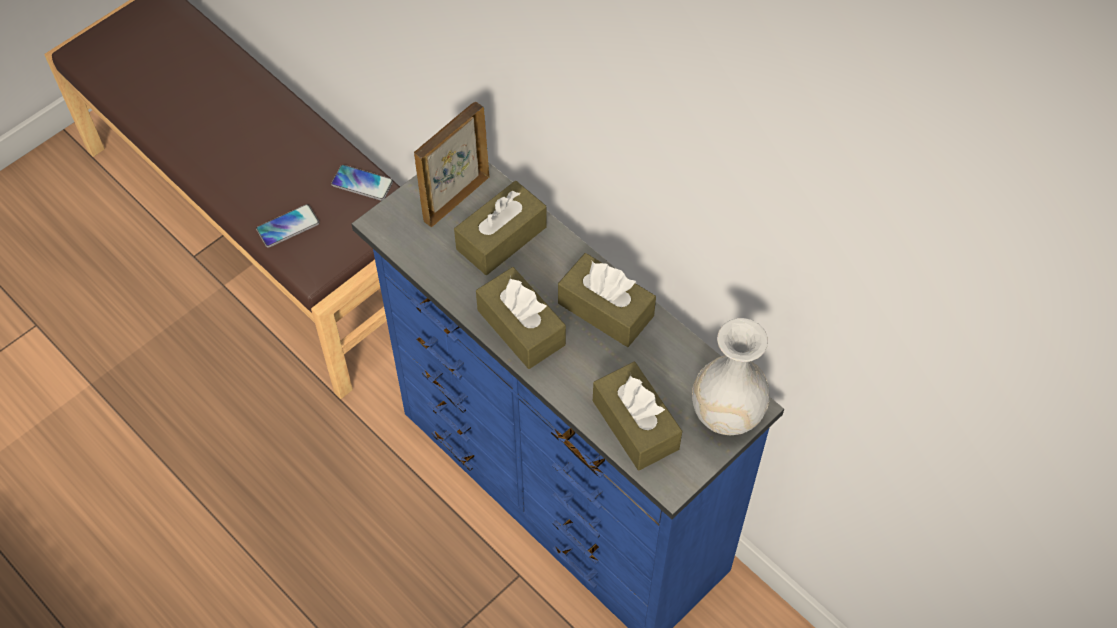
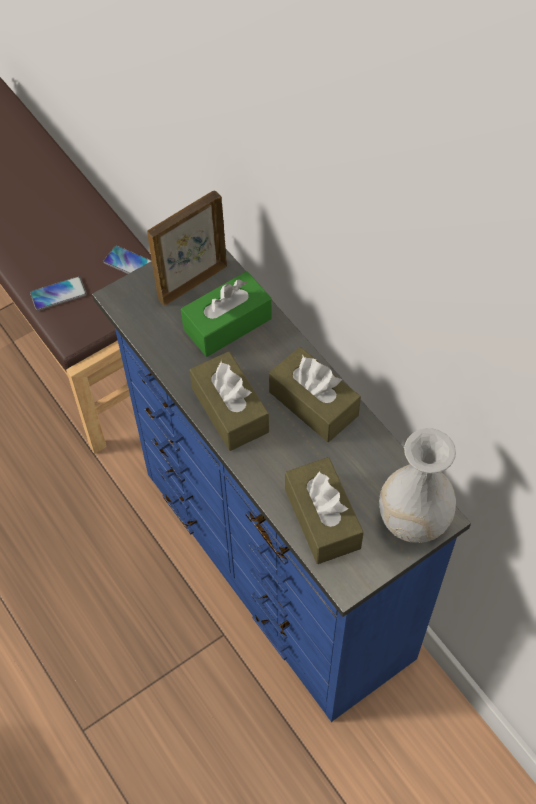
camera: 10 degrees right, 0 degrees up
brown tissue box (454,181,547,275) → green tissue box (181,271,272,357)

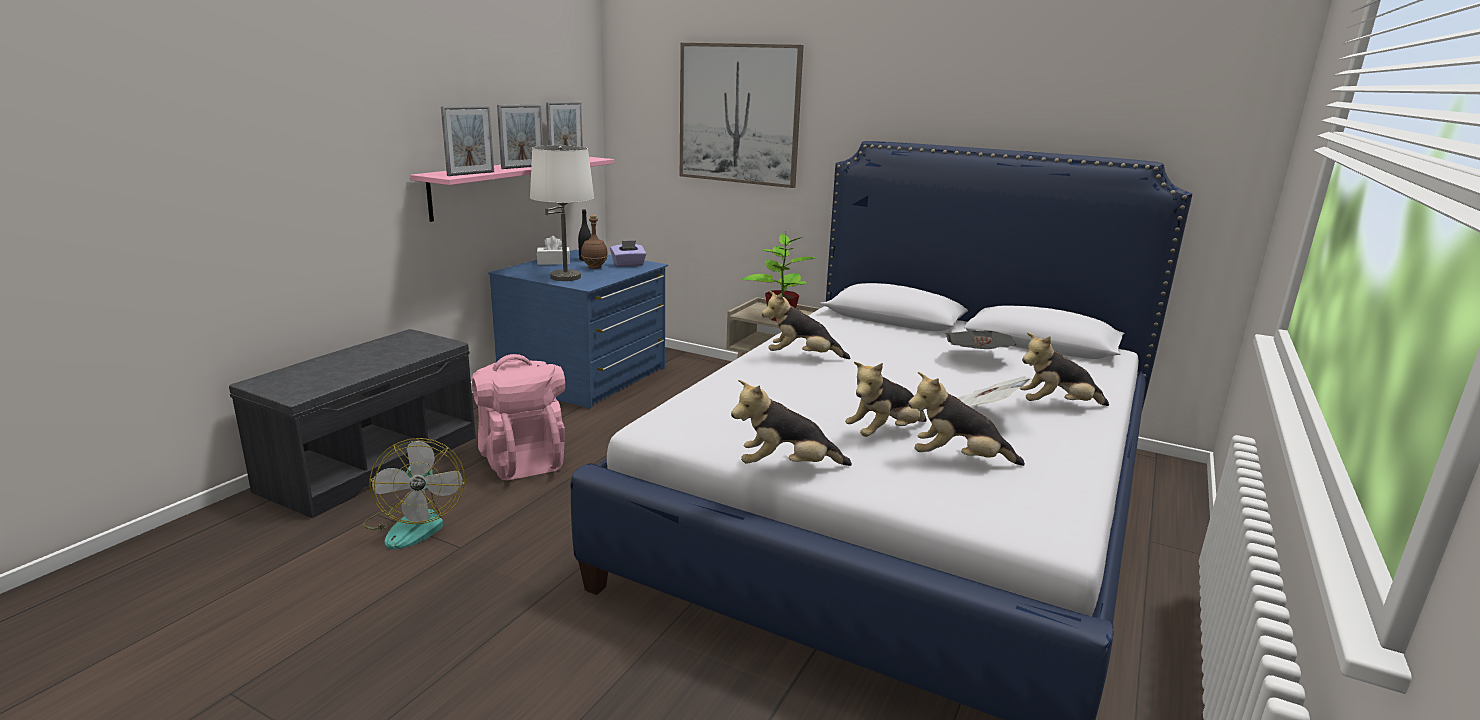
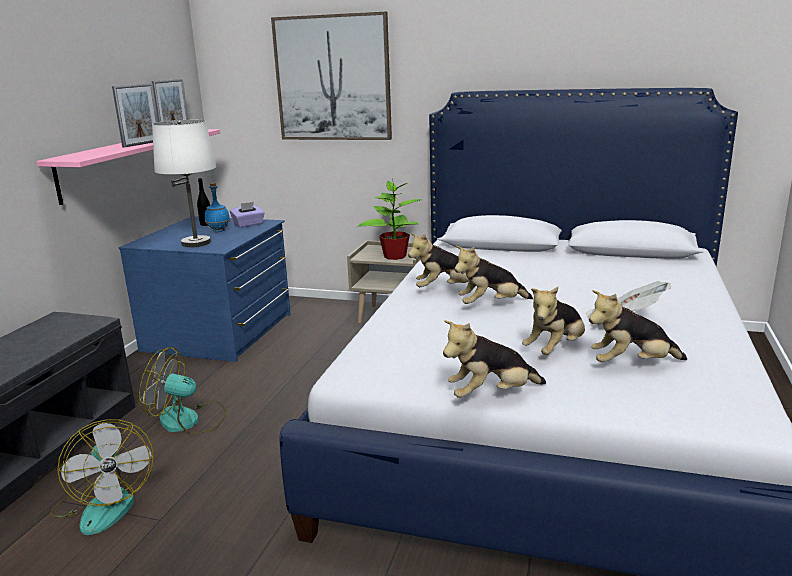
camera: 10 degrees left, 0 degrees up
picture frame (441,106,494,176) → -
brown bottle (581,215,608,269) → blue bottle (205,183,230,232)
white tissue box (537,236,570,265) → -
newspaper (945,331,1017,349) → -
plush toy (1020,332,1109,406) → plush toy (454,246,533,304), moved
pink backpack (471,354,565,480) → fan (139,347,227,434)

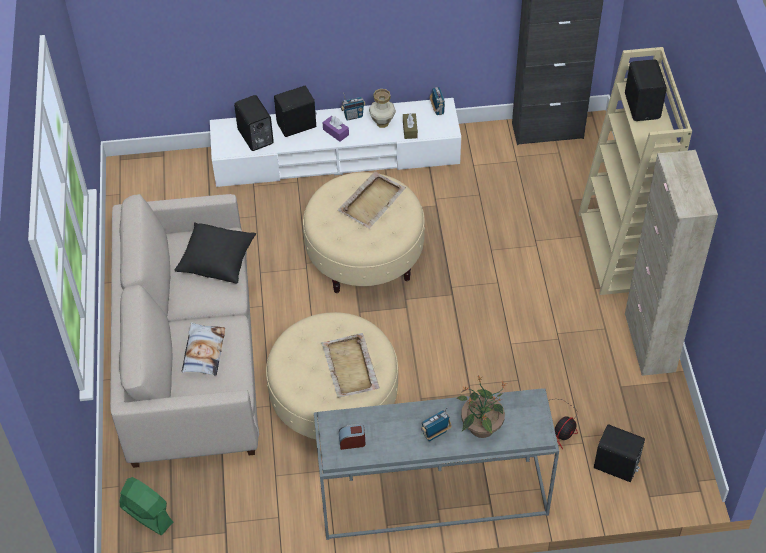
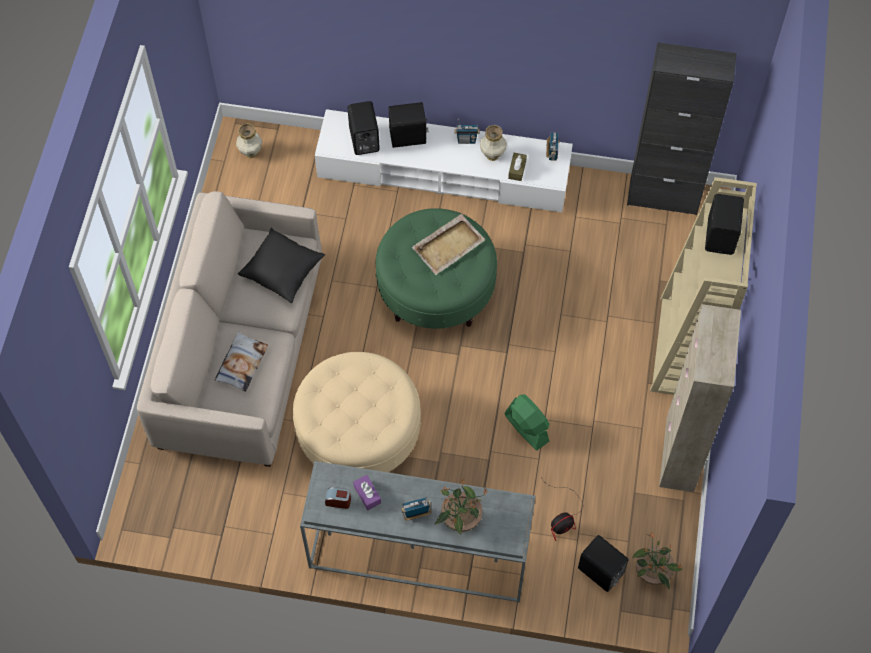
camera: 15 degrees right, 10 degrees up
purple tissue box (322,116,349,142) → purple tissue box (353,475,381,510), moved
beige ottoman (303,172,425,293) → green ottoman (376,208,497,329)
beige tray (321,333,380,398) → -
green fan (119,477,173,535) → green fan (505,394,550,450), moved
- → vase (236,123,262,158)
- → potted plant (633,533,683,589)

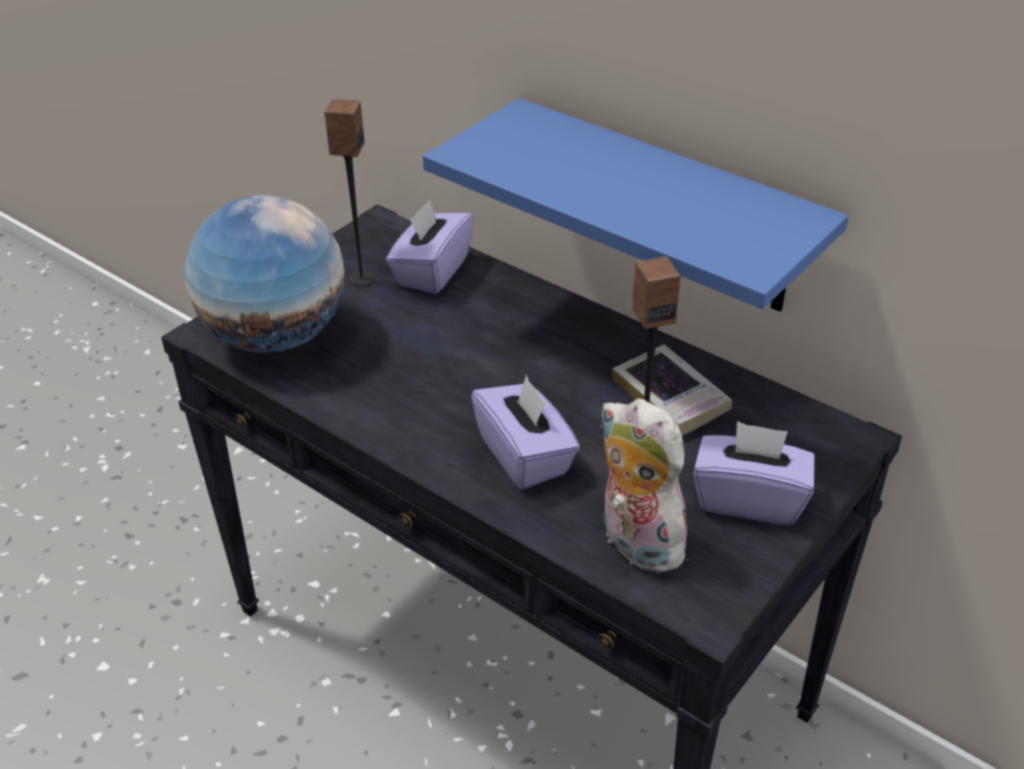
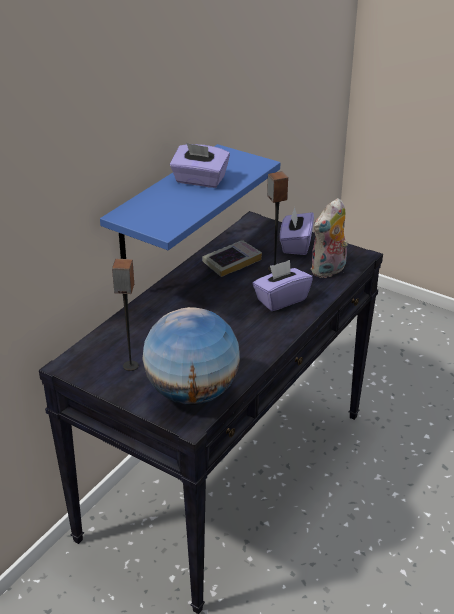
camera: 95 degrees left, 5 degrees down
purple tissue box (386,200,474,294) → purple tissue box (170,143,230,188), moved

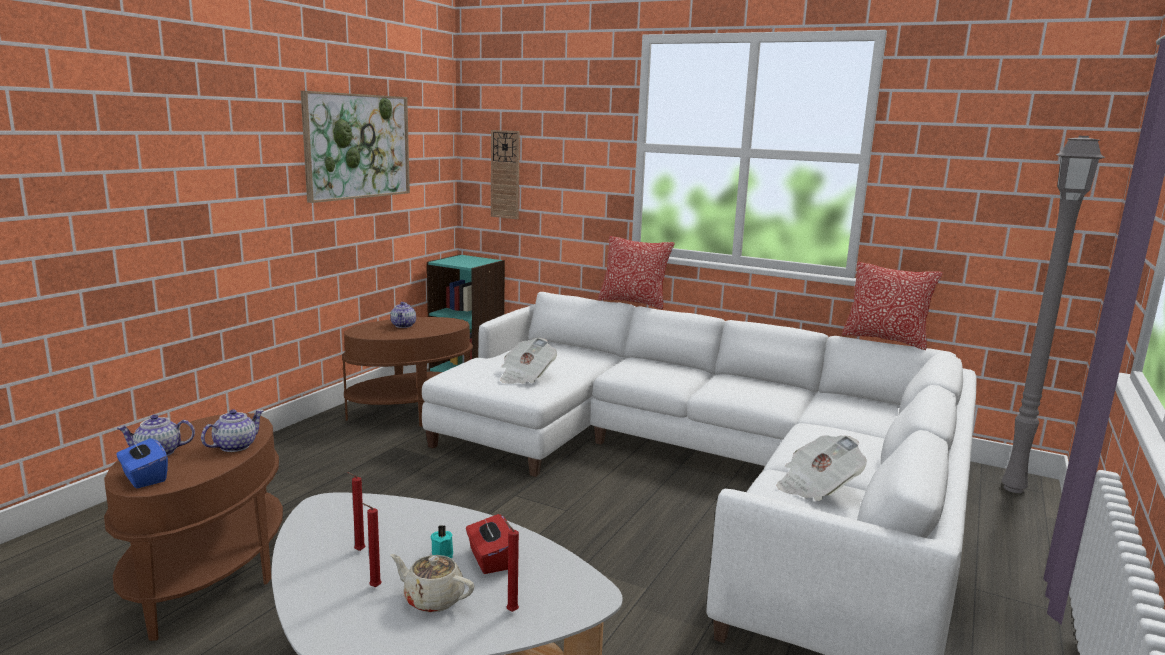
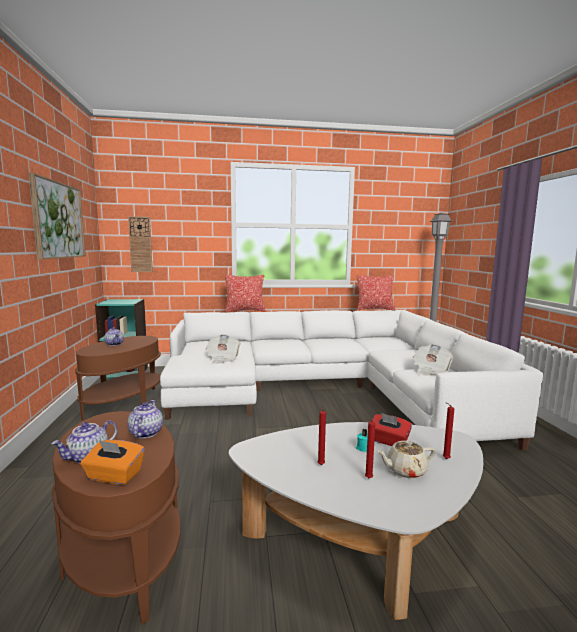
camera: 35 degrees left, 5 degrees down
blue tissue box (116,437,168,488) → orange tissue box (81,440,144,485)

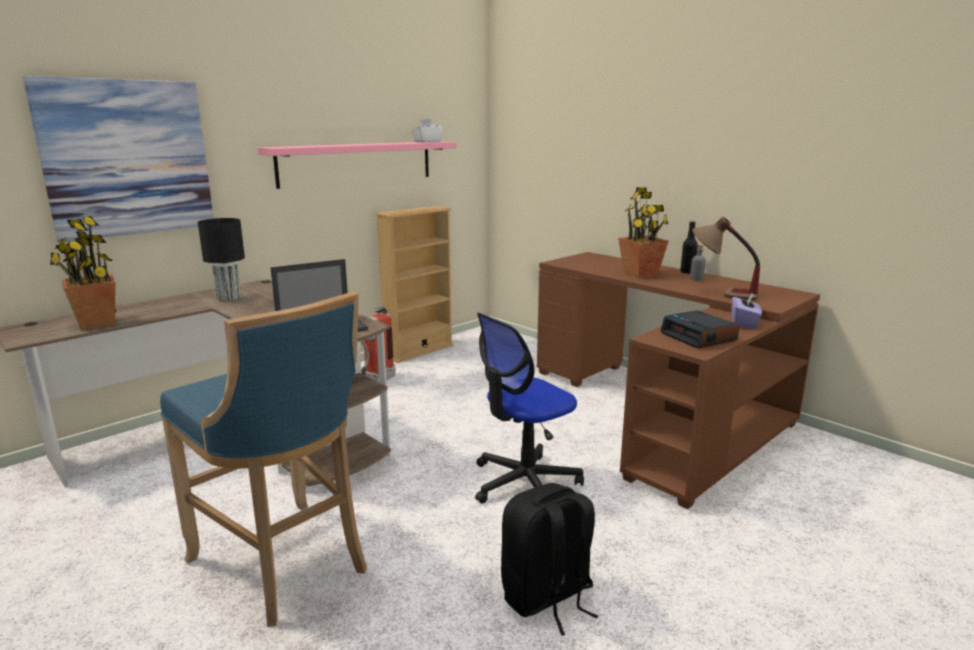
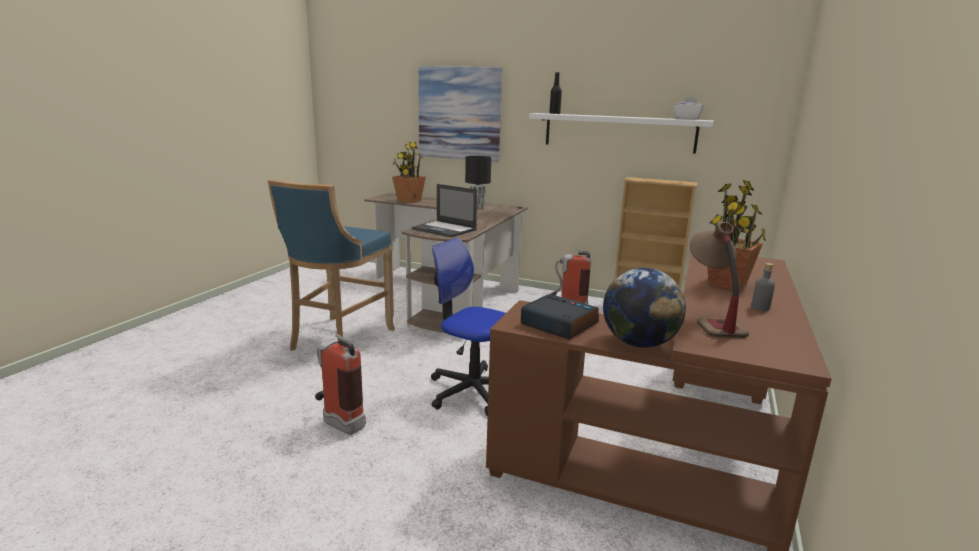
camera: 65 degrees right, 0 degrees up
pink shelf (258,141,456,189) → white shelf (529,113,714,154)
black bottle (680,221,698,274) → black bottle (549,72,562,114), moved
purple tissue box (732,293,762,329) → globe (603,268,686,348)
alarm clock (660,310,740,348) → alarm clock (521,294,599,340), 90 degrees clockwise
black backpack (501,483,598,636) → fire extinguisher (315,334,366,435)

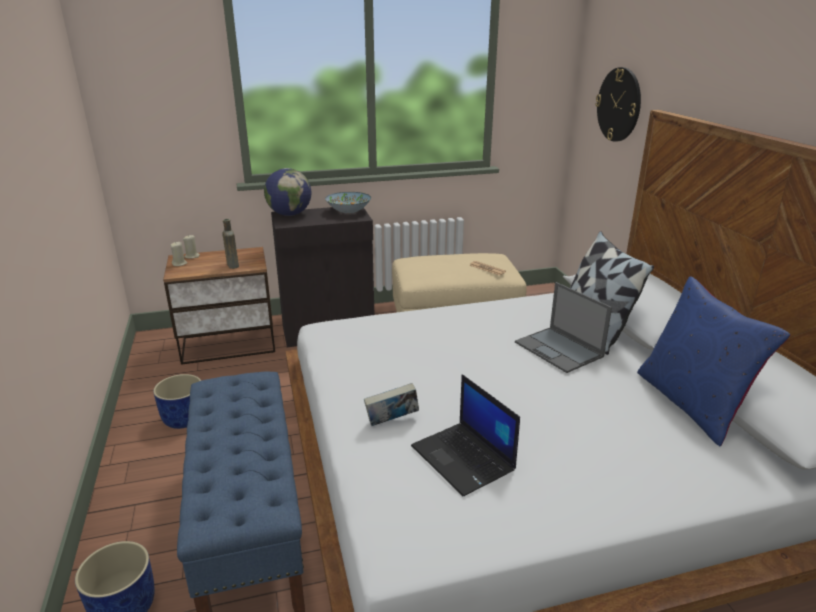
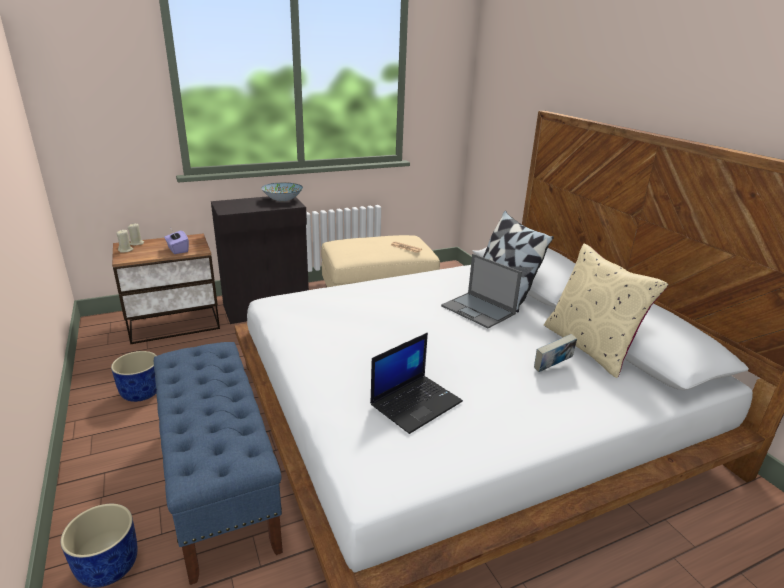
camera: 10 degrees left, 0 degrees up
wall clock (595,67,641,142) → -
globe (264,168,311,216) → -
brown bottle (222,219,239,269) → purple tissue box (164,229,189,254)
blue pillow (637,276,791,446) → beige pillow (544,244,669,378)
laptop (411,374,520,497) → laptop (370,333,463,434), 90 degrees counterclockwise
book (364,383,419,426) → book (534,334,577,372), moved

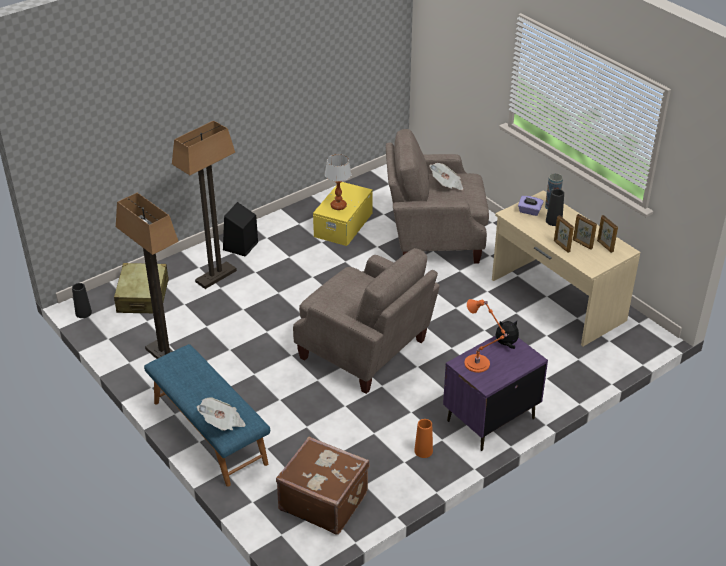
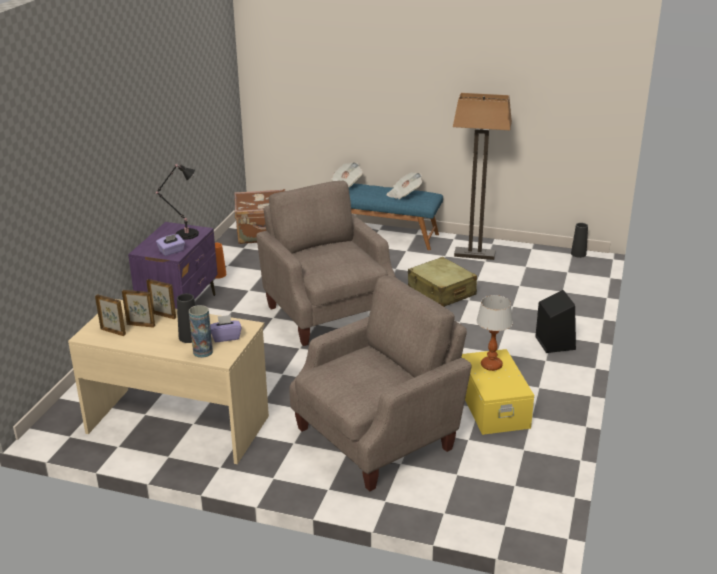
camera: 145 degrees right, 10 degrees down
floor lamp (172,120,237,289) → -
newspaper (429,163,463,190) → newspaper (387,172,422,199), moved
beige armchair (293,248,440,394) → beige armchair (256,181,396,346), 60 degrees clockwise
beige suitcase (114,263,169,313) → beige suitcase (408,257,477,307), moved
orange table lamp (464,299,508,373) → black table lamp (156,164,199,240)
plush toy (494,321,519,349) → purple tissue box (156,234,185,256)

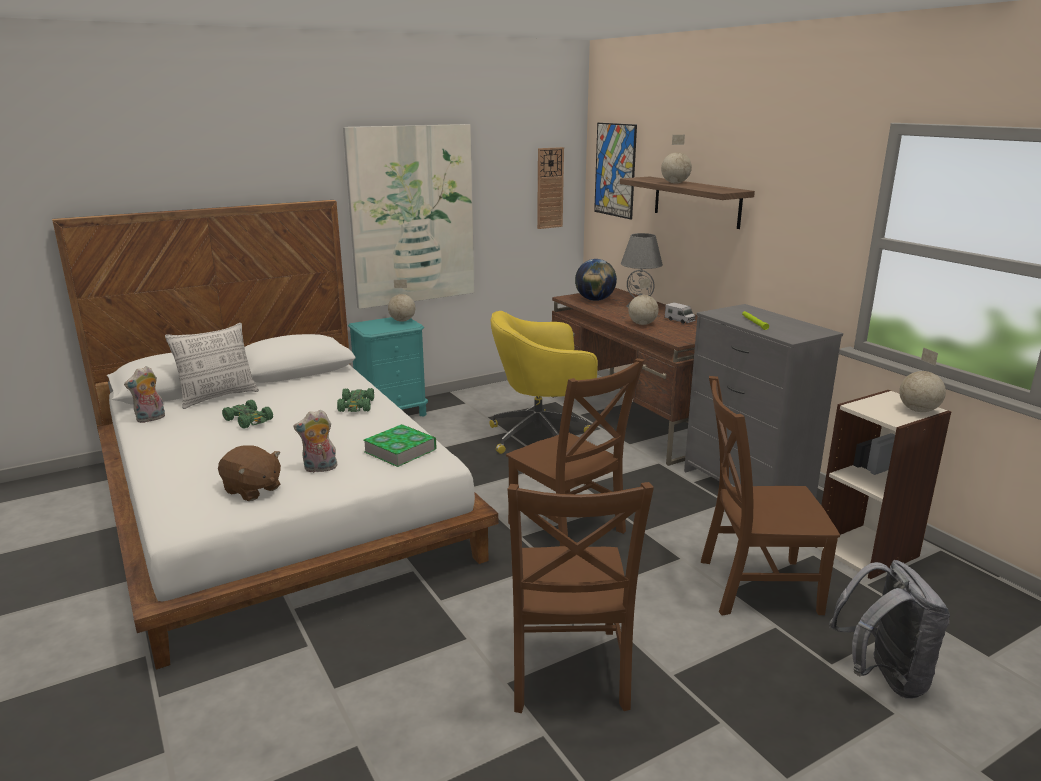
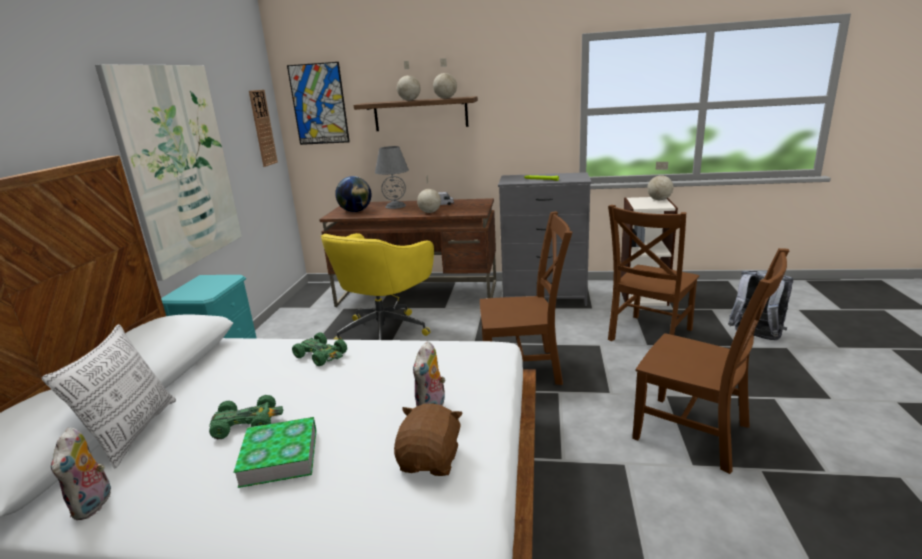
camera: 50 degrees left, 0 degrees up
globe (388,279,415,322) → globe (433,58,457,99), moved
book (364,424,437,467) → book (233,417,316,488), moved
brown plush toy (218,445,281,501) → brown plush toy (394,403,463,476), 60 degrees counterclockwise

